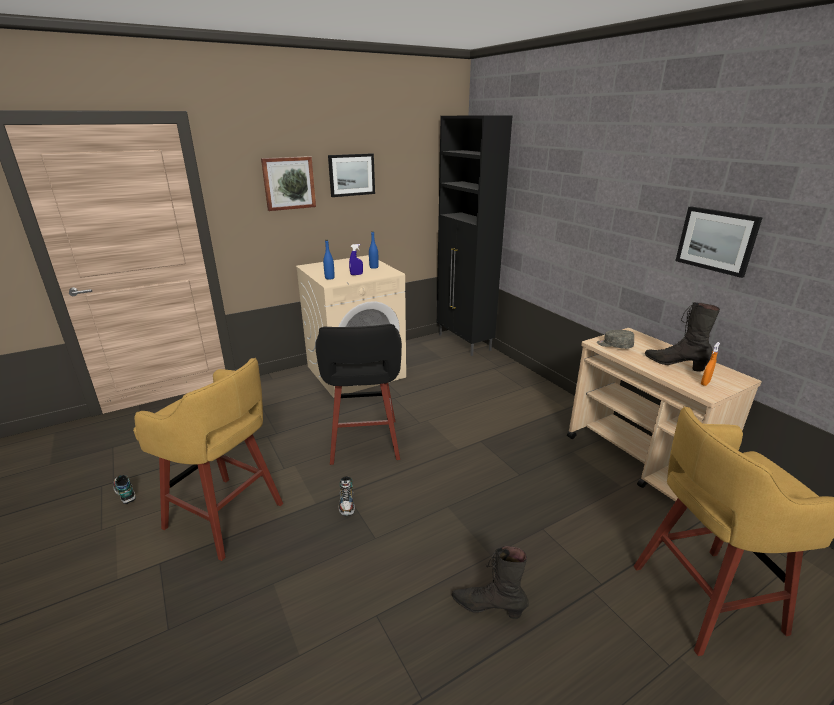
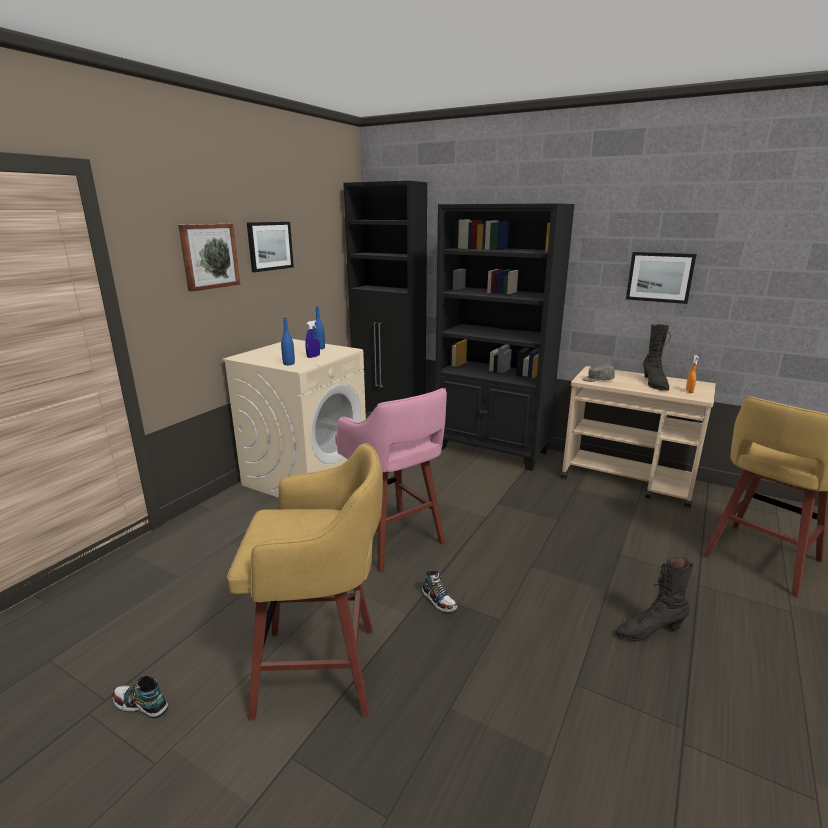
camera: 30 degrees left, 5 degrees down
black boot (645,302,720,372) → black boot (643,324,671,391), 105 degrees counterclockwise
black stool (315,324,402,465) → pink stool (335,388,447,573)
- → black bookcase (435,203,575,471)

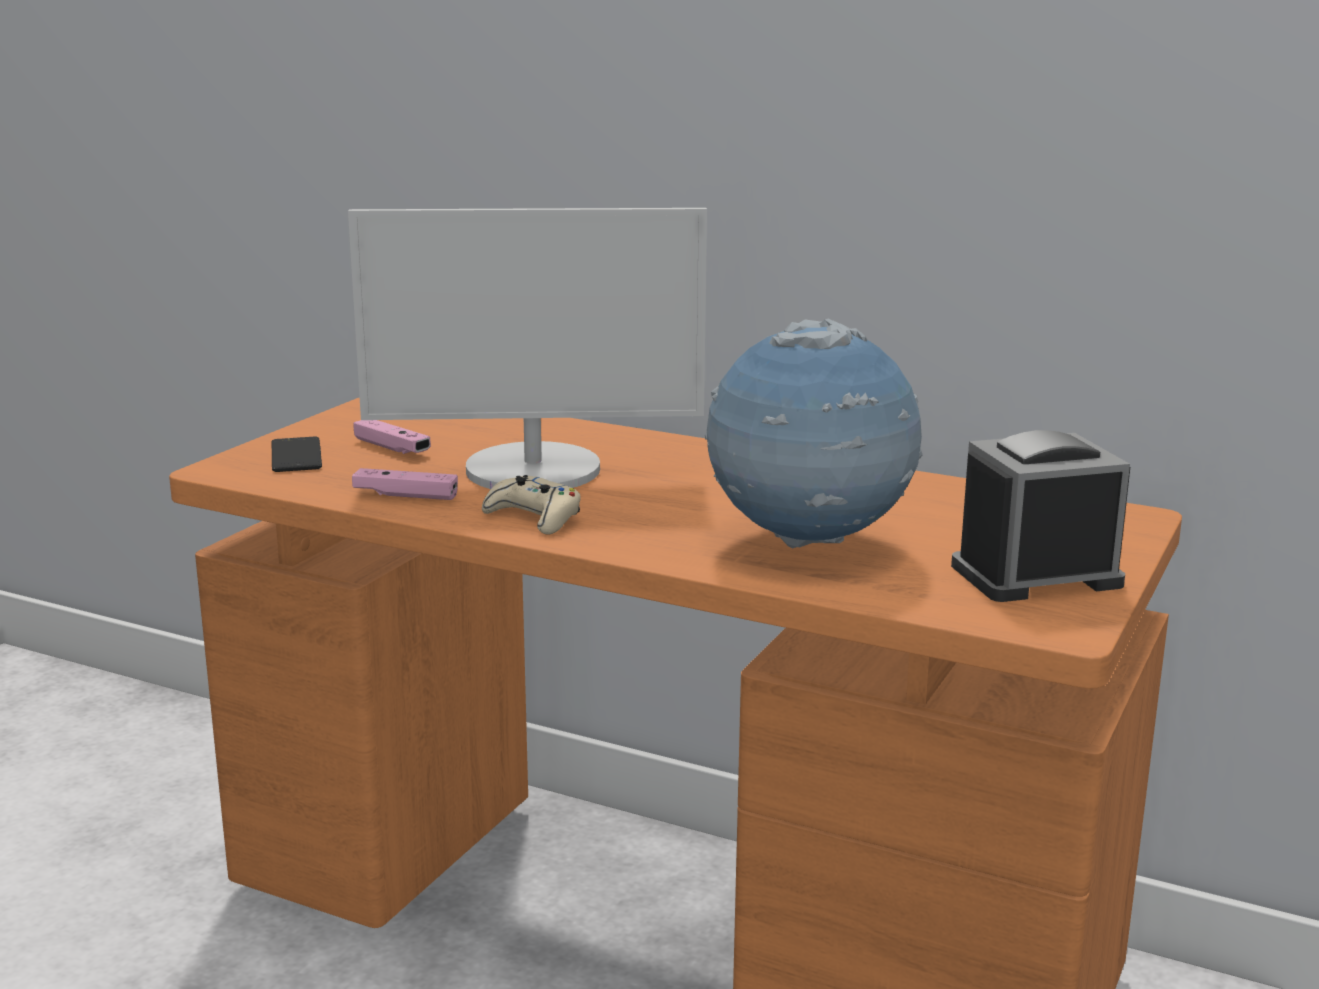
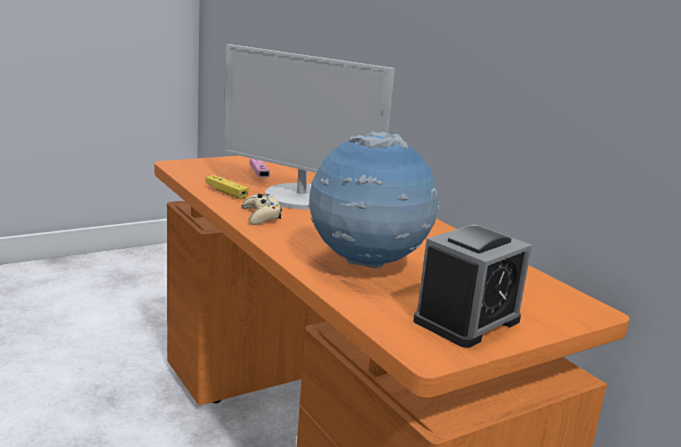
camera: 30 degrees right, 0 degrees up
alarm clock (951,430,1130,602) → alarm clock (413,224,532,348), 120 degrees clockwise
phone (272,437,322,472) → -
pink game controller (352,468,458,500) → yellow game controller (205,175,248,200)

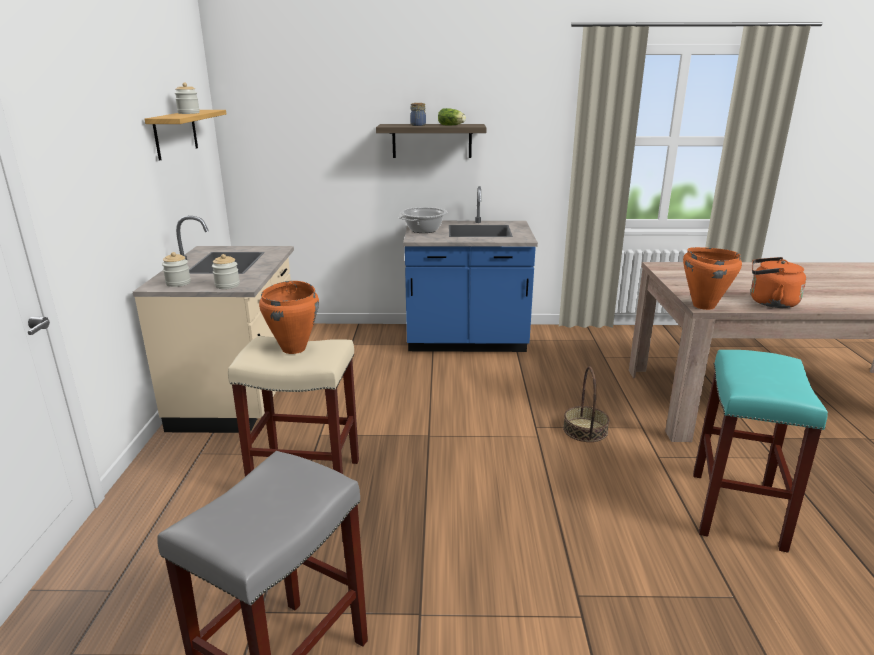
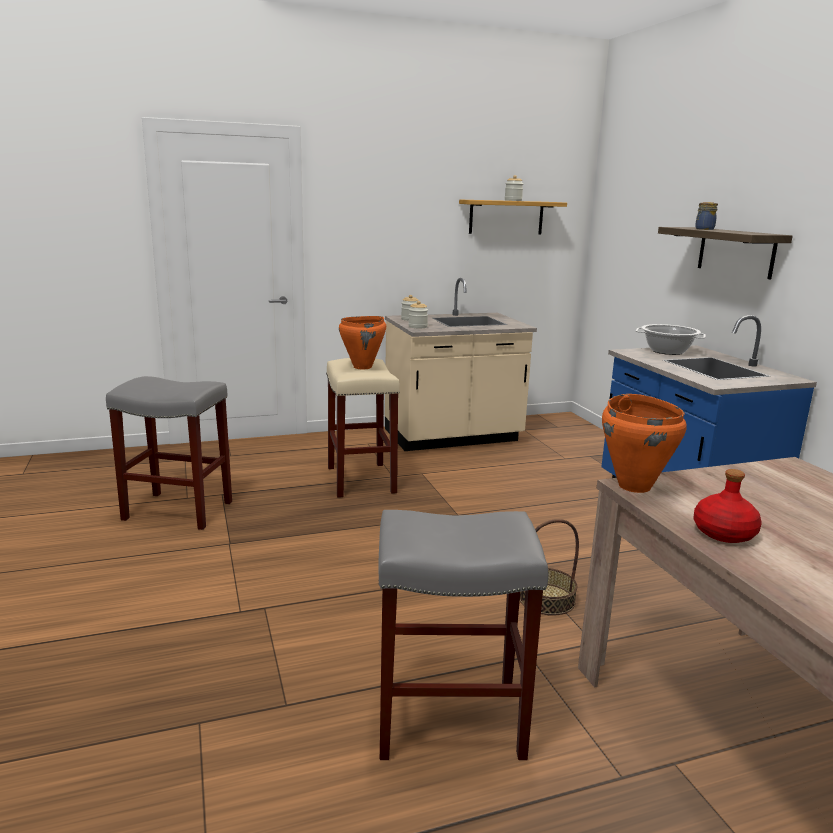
camera: 70 degrees right, 5 degrees down
lettuce (438,108,466,126) → -
orange kettle (751,257,806,308) → red bottle (693,469,762,543)
turquoise stool (693,350,828,553) → grey stool (378,510,548,760)

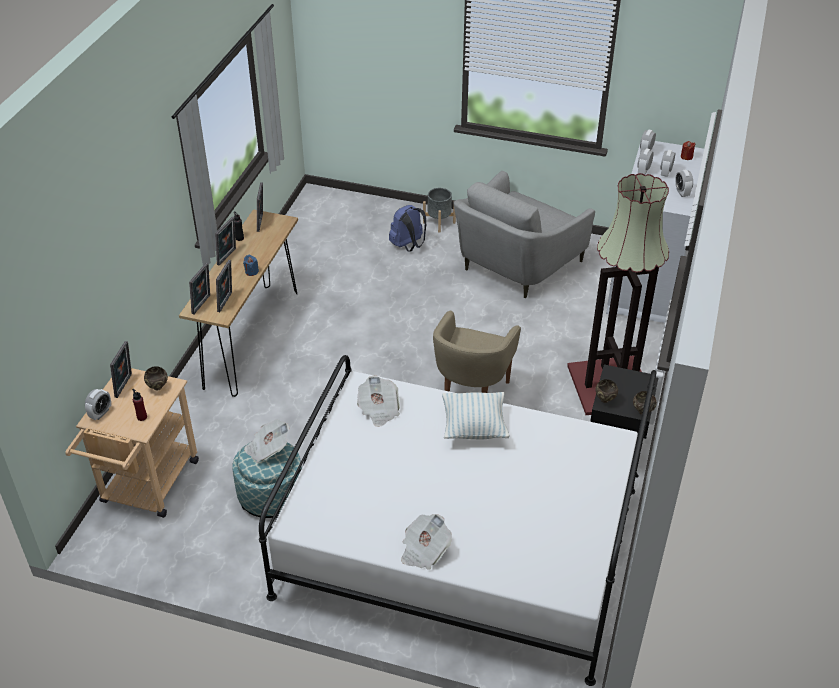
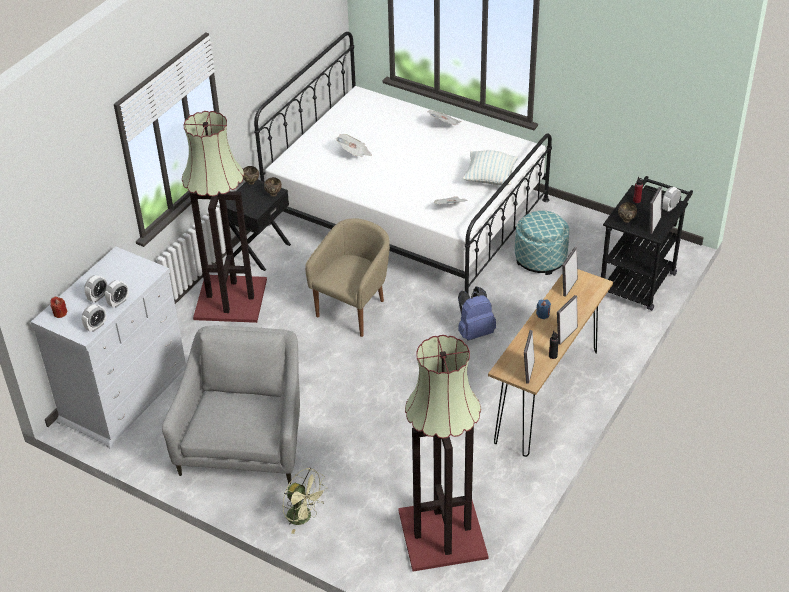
camera: 165 degrees left, 0 degrees up
alarm clock (675,170,693,197) → -
grey armchair (454,171,595,298) → grey armchair (162,326,300,484), 45 degrees counterclockwise
grey planter (423,188,456,233) → green fan (282,468,328,534)
blue backpack (389,205,426,251) → blue backpack (458,286,496,340), moved
picture frame (189,263,210,315) → -
beige cart (65,368,199,518) → black cart (601,176,693,311)
pillow (442,392,510,439) → pillow (463,150,518,185), moved
newspaper (244,419,290,463) → newspaper (336,134,372,157), moved
- → floor lamp (398,335,488,571)

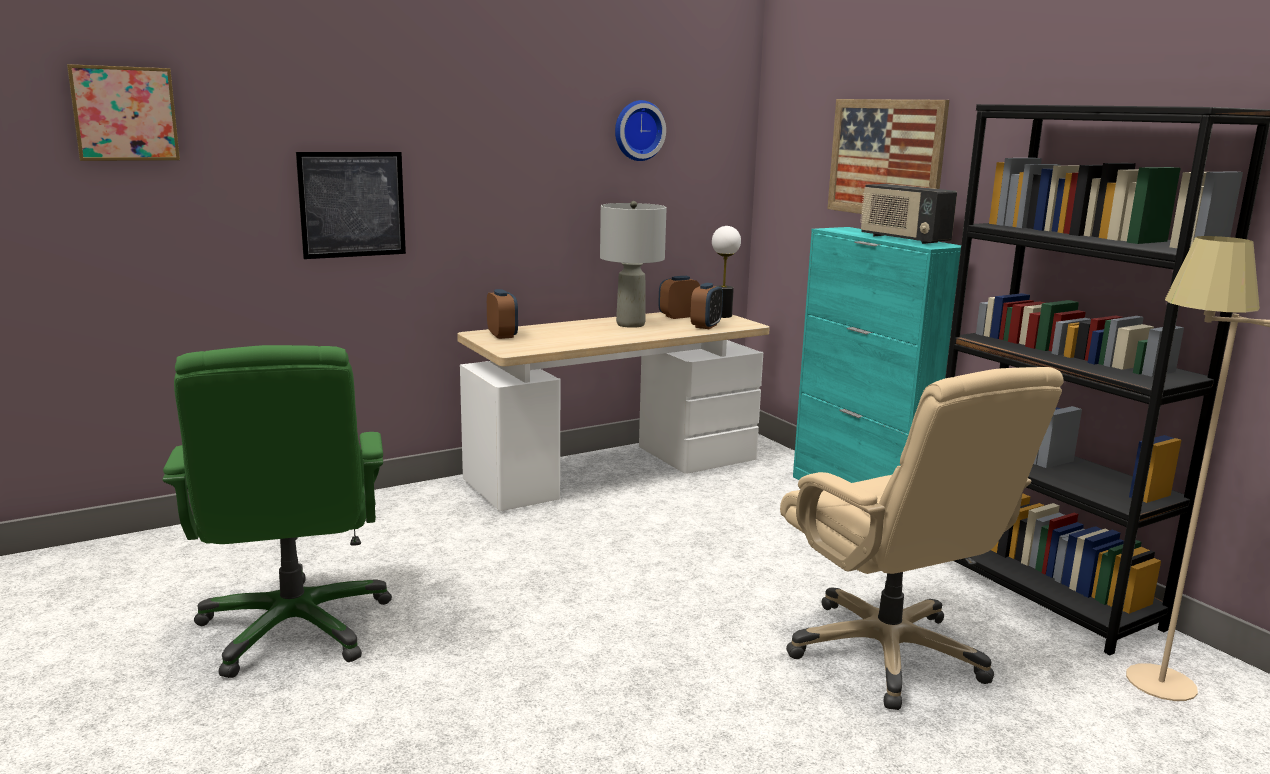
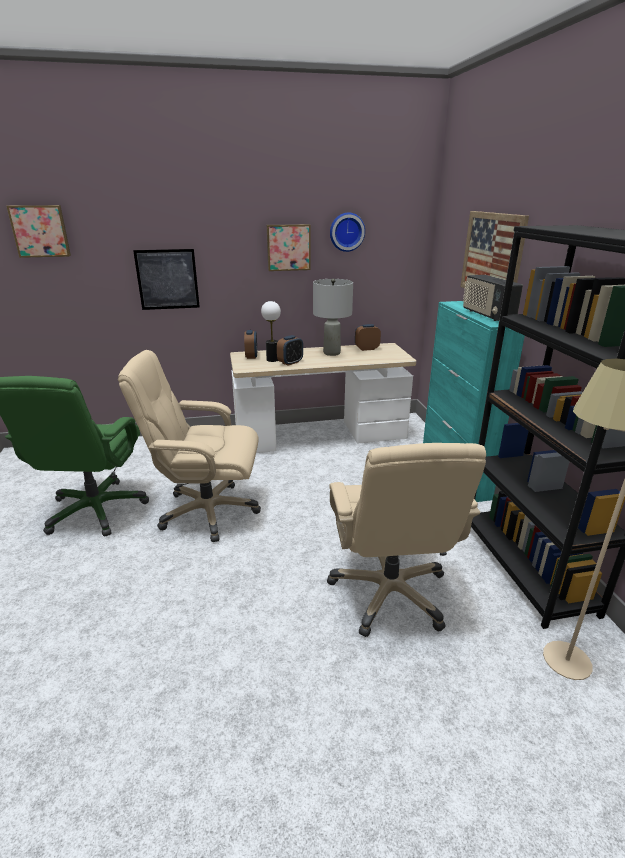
camera: 20 degrees right, 10 degrees up
table lamp (712,226,741,318) → table lamp (261,301,281,362), moved
alarm clock (691,283,723,329) → alarm clock (277,335,303,366), moved
- → picture (267,224,311,271)
- → beige office chair (118,350,261,542)

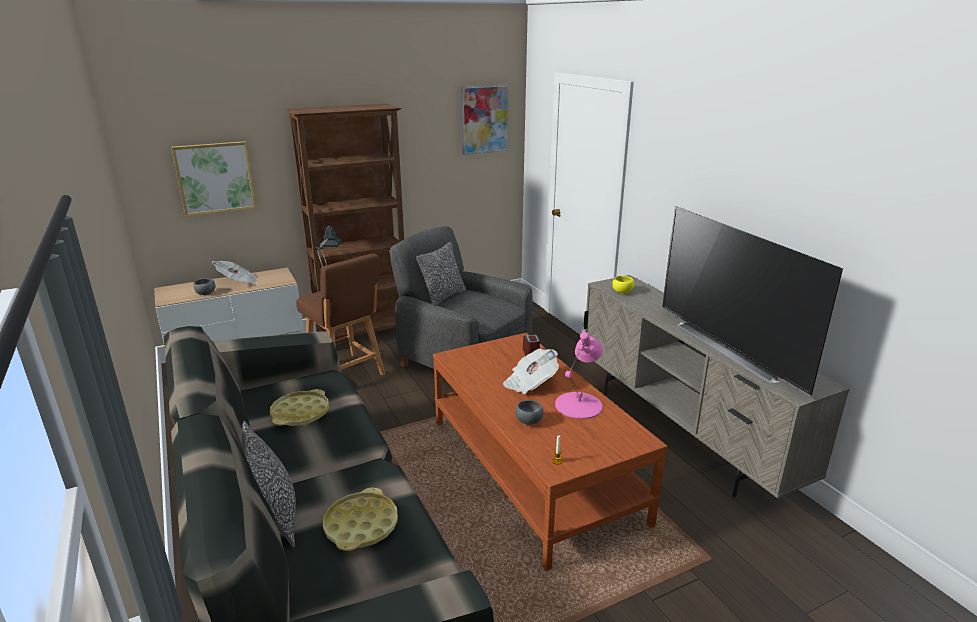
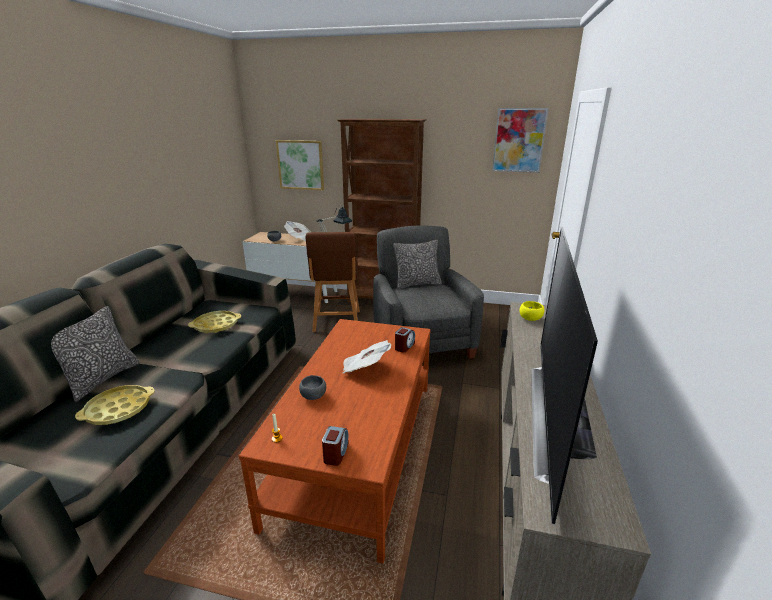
camera: 40 degrees right, 0 degrees up
pink table lamp (555,332,603,419) → -
- → alarm clock (322,426,349,466)

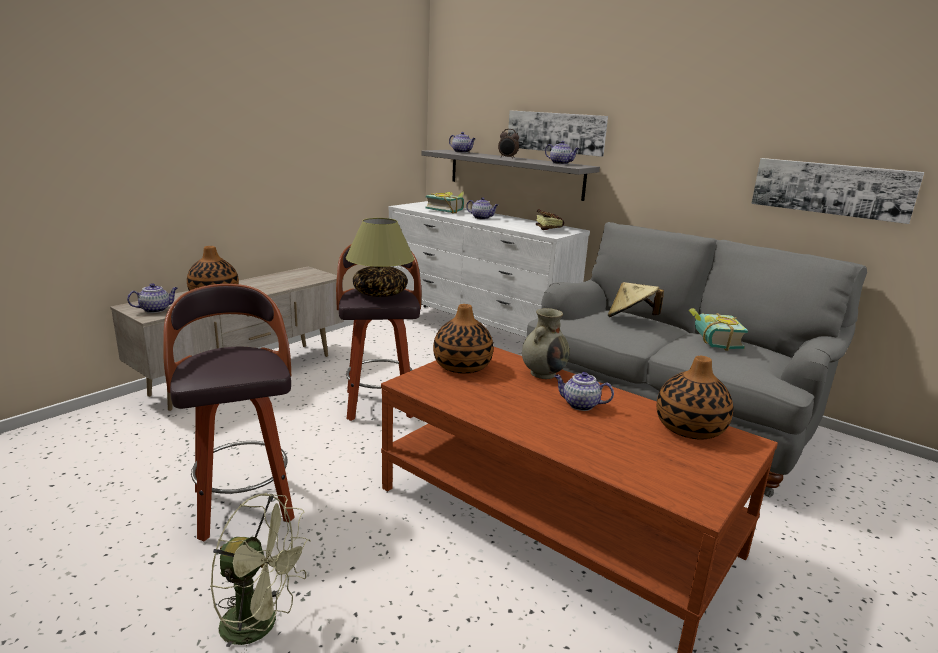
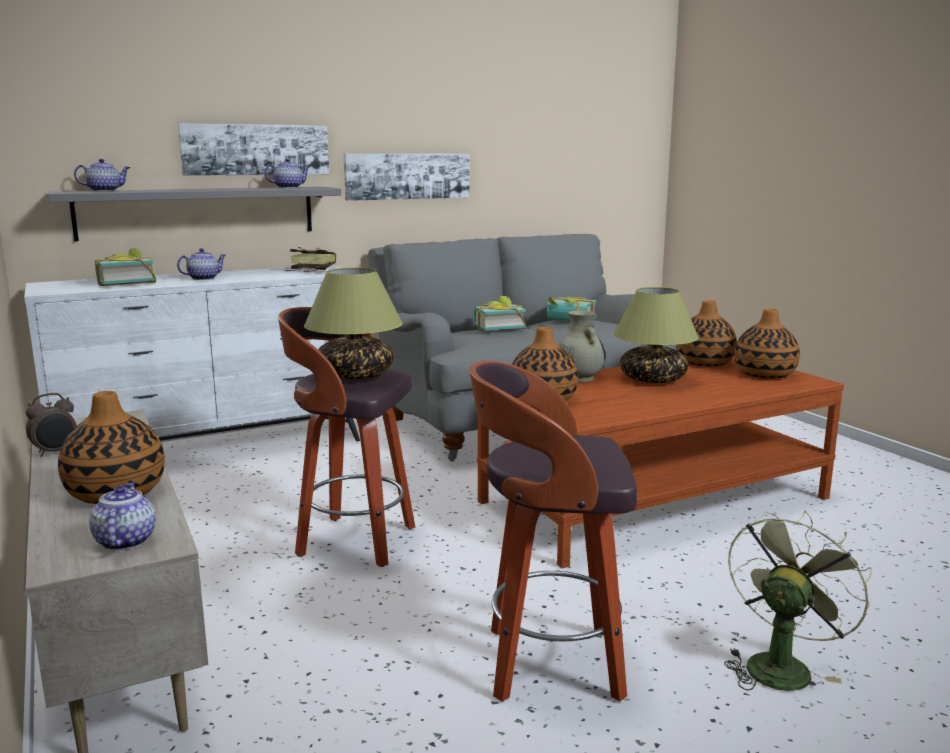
camera: 65 degrees left, 5 degrees down
alarm clock (498,129,519,159) → alarm clock (26,393,77,457), moved
picture (751,158,924,224) → picture (344,153,470,201), moved
beige hat (608,282,664,317) → book (474,296,526,331)
teapot (554,372,614,411) → table lamp (613,287,699,383)
- → vase (734,309,800,379)

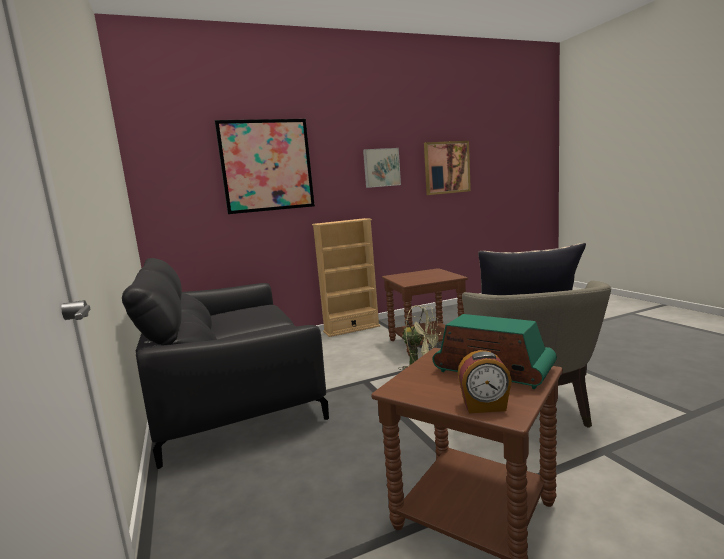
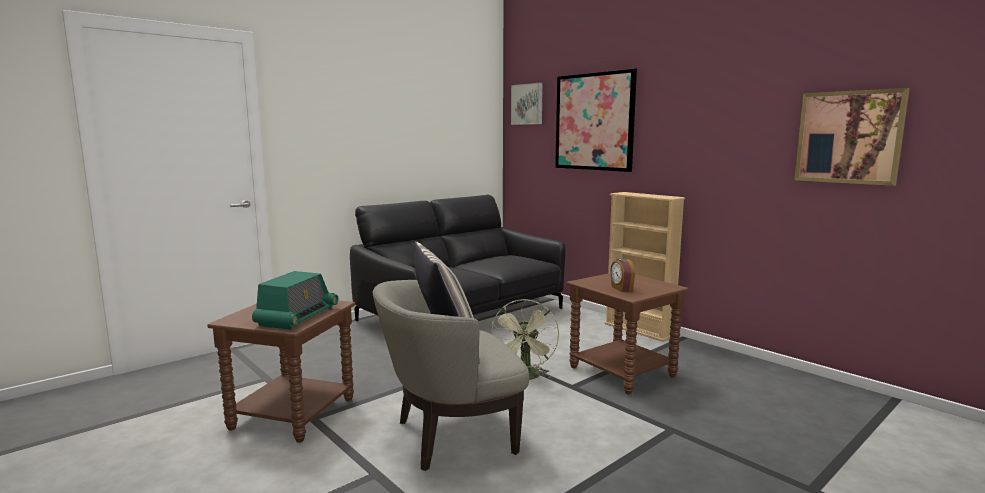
camera: 70 degrees right, 0 degrees up
picture (363,148,401,188) → picture (511,83,543,125), moved
alarm clock (457,350,512,413) → alarm clock (610,258,635,292), moved

